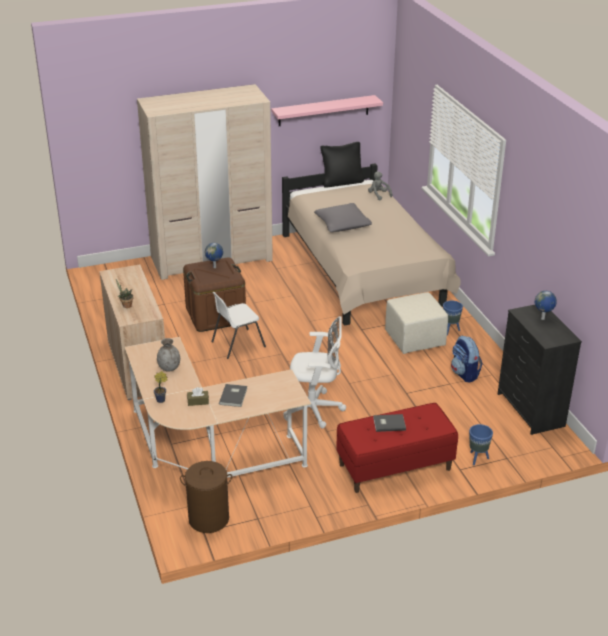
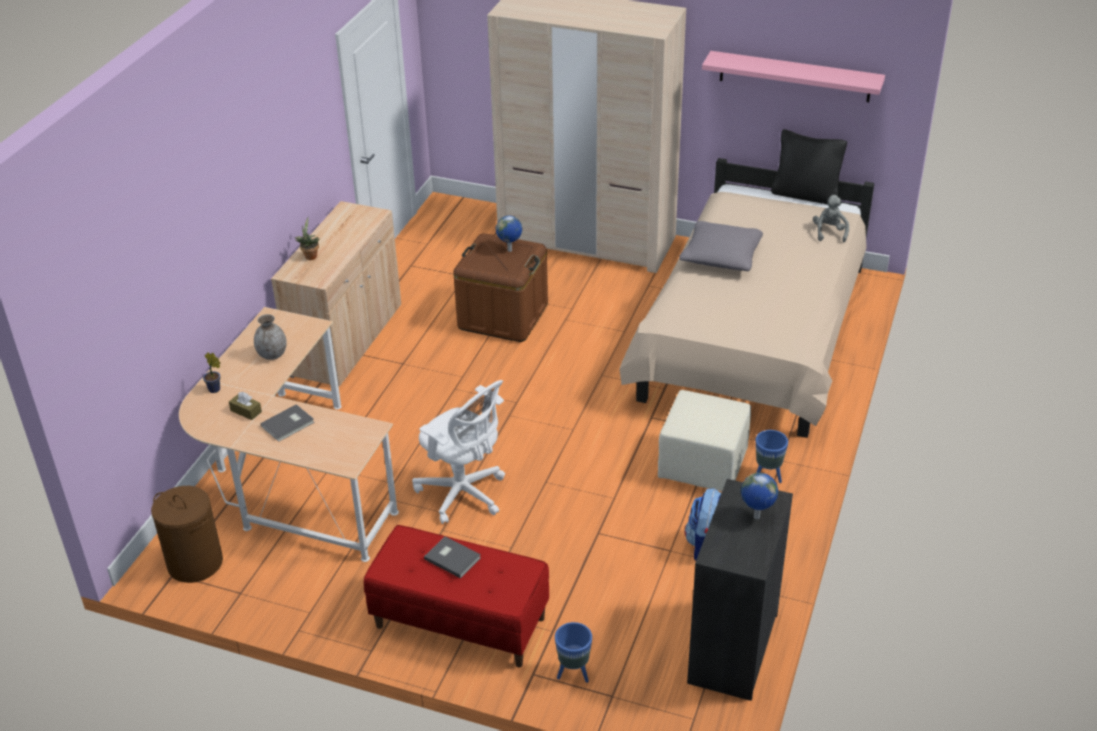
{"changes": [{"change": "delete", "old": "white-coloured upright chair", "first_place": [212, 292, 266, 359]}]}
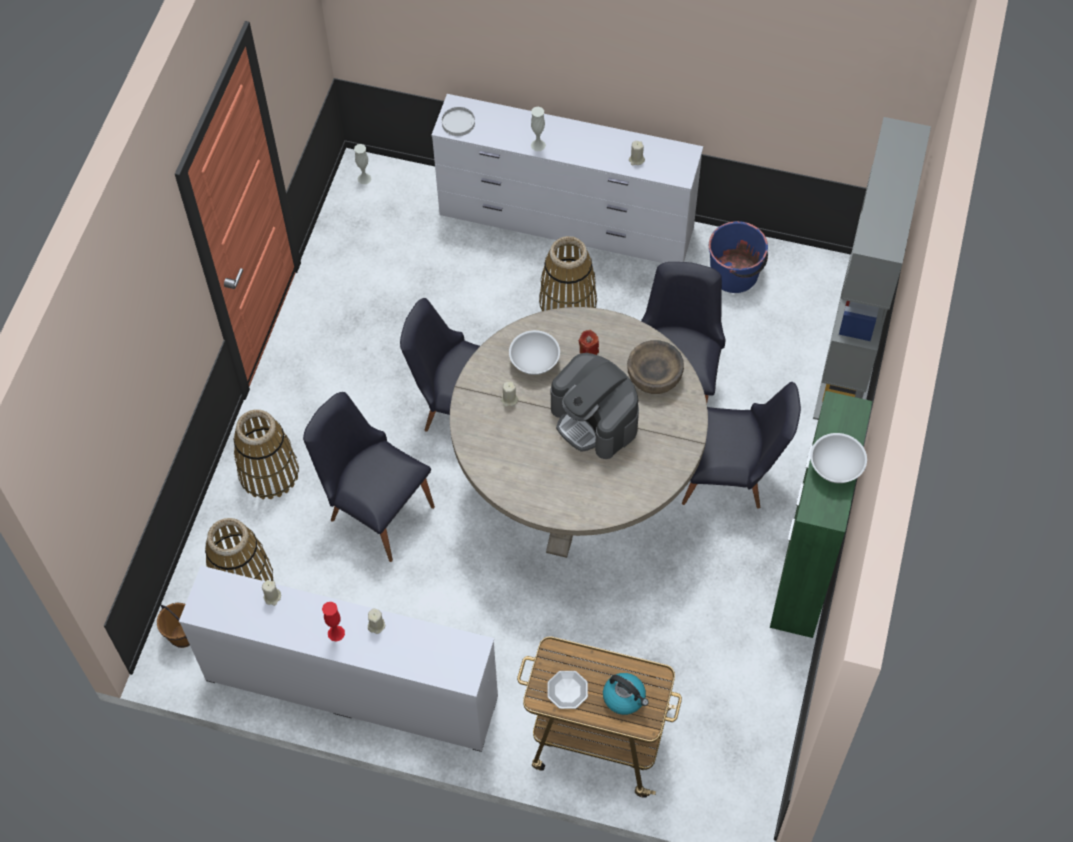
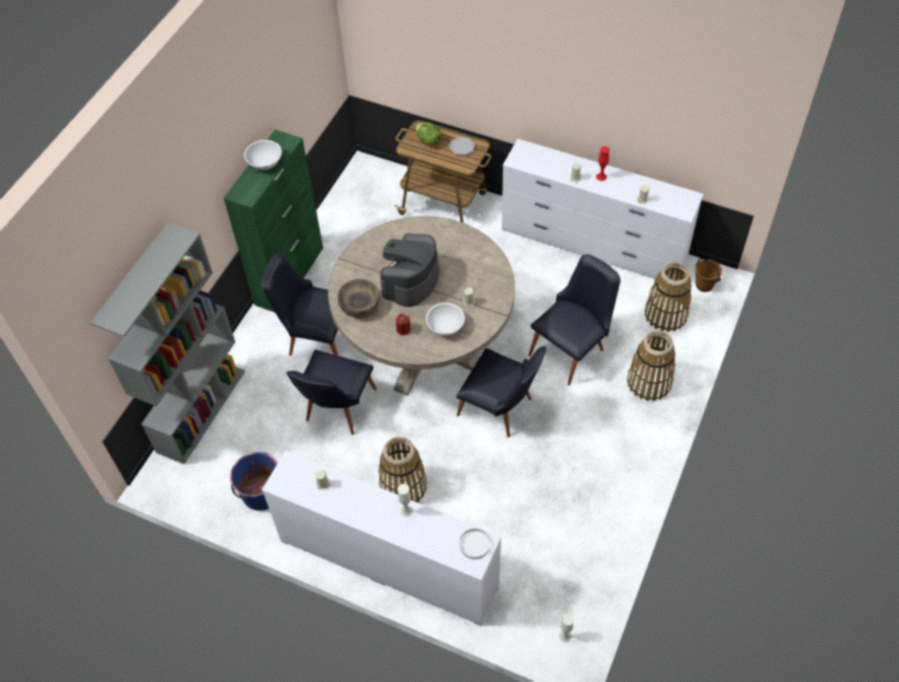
{"changes": [{"change": "rotate", "old": "coffee machine", "first_place": [551, 353, 639, 459], "second_place": [380, 233, 439, 307], "degrees": -120}, {"change": "replace", "old": "kettle", "new": "lettuce", "first_place": [603, 673, 649, 715], "second_place": [416, 122, 441, 146]}, {"change": "rotate", "old": "black-coloured upright chair", "first_place": [303, 392, 435, 562], "second_place": [528, 254, 621, 385], "degrees": -90}]}
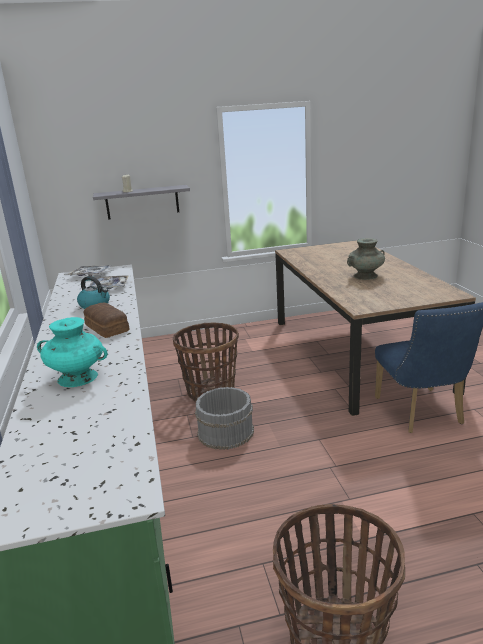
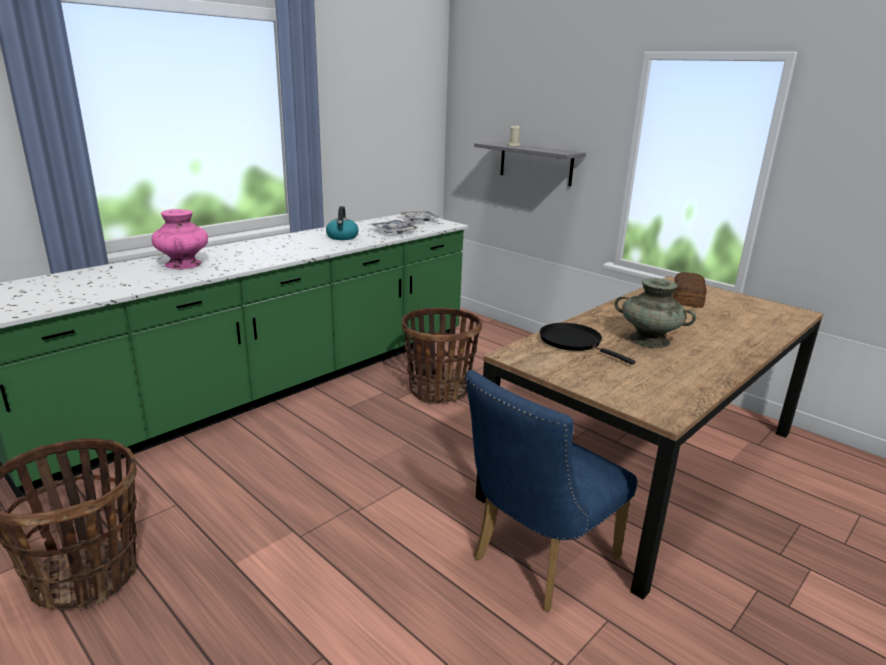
{"changes": [{"change": "recolor", "old": "turquoise-coloured vase", "new": "pink vase", "first_place": [37, 317, 108, 387], "second_place": [152, 209, 208, 269]}, {"change": "insert", "new": "black-coloured pan", "second_place": [540, 323, 636, 365]}, {"change": "move", "old": "bakery bread", "first_place": [83, 303, 130, 338], "second_place": [673, 272, 707, 308]}, {"change": "delete", "old": "greyish pail", "first_place": [195, 387, 254, 450]}]}
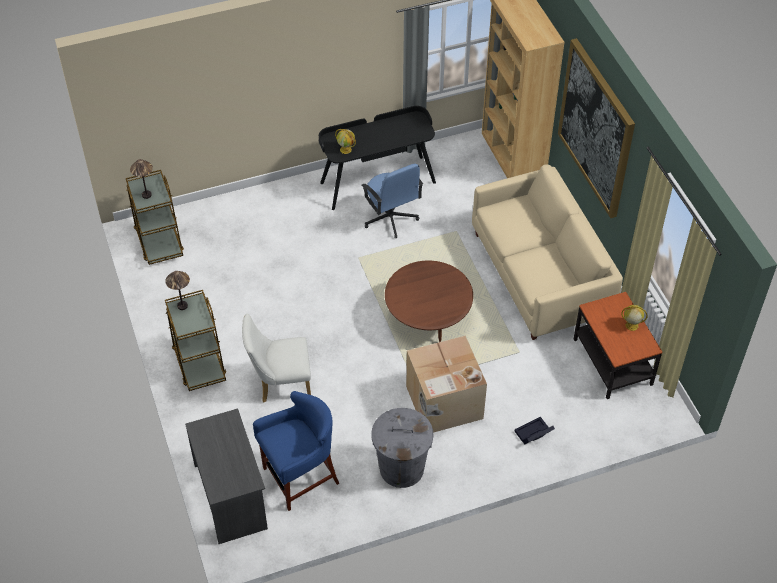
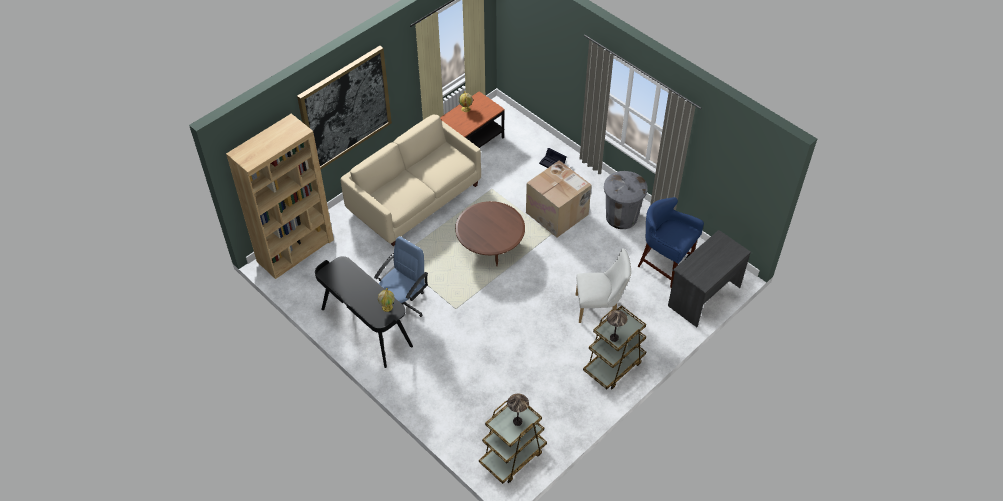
{"changes": [{"change": "rotate", "old": "white-coloured upright chair", "first_place": [242, 313, 311, 402], "second_place": [576, 248, 631, 323], "degrees": -60}]}
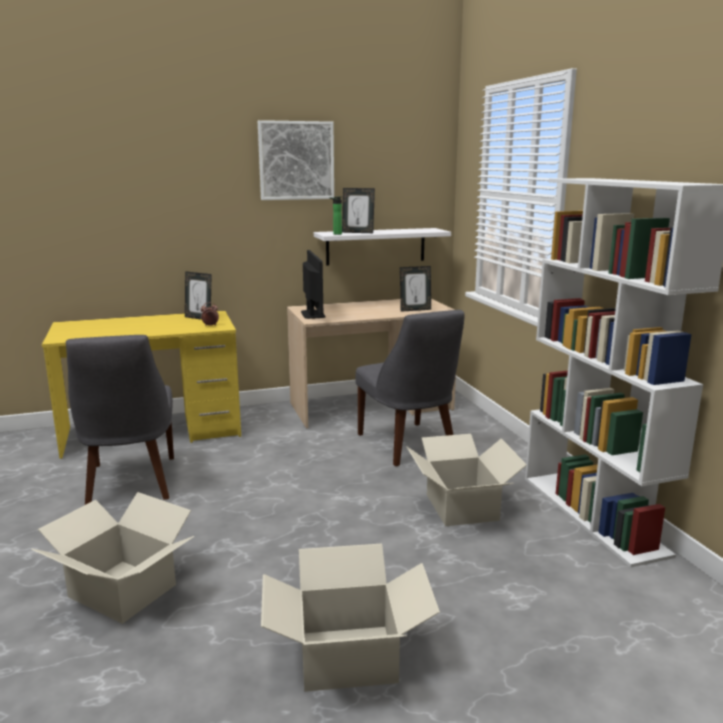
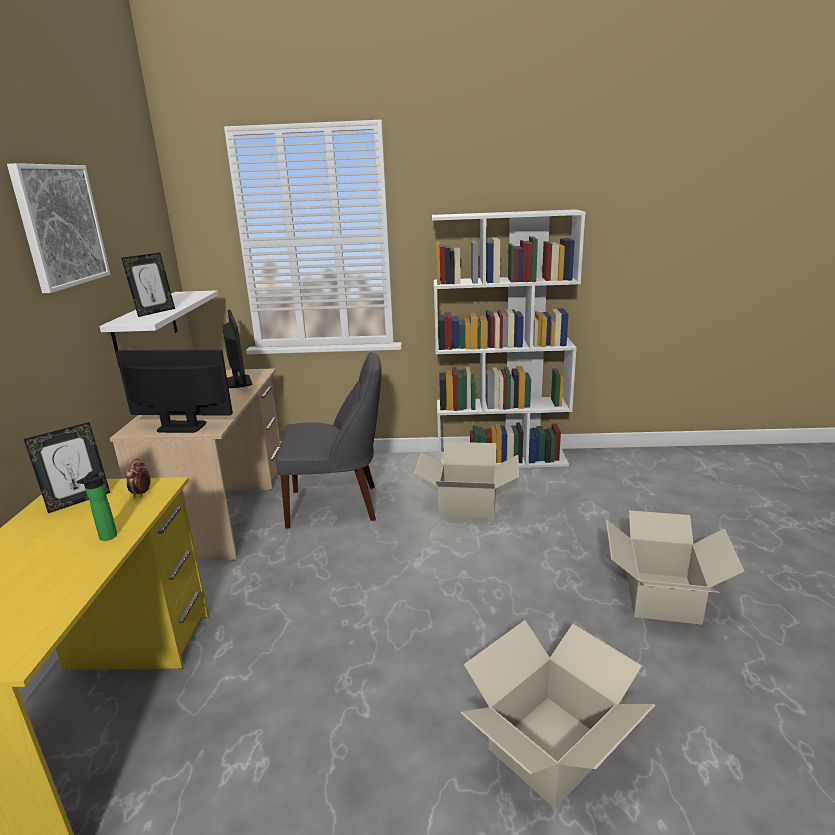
{"changes": [{"change": "move", "old": "beverage bottle", "first_place": [330, 197, 342, 235], "second_place": [76, 470, 117, 541]}, {"change": "replace", "old": "picture frame", "new": "monitor", "first_place": [400, 266, 431, 312], "second_place": [222, 310, 252, 388]}, {"change": "delete", "old": "greyish upright chair", "first_place": [66, 335, 174, 505]}]}
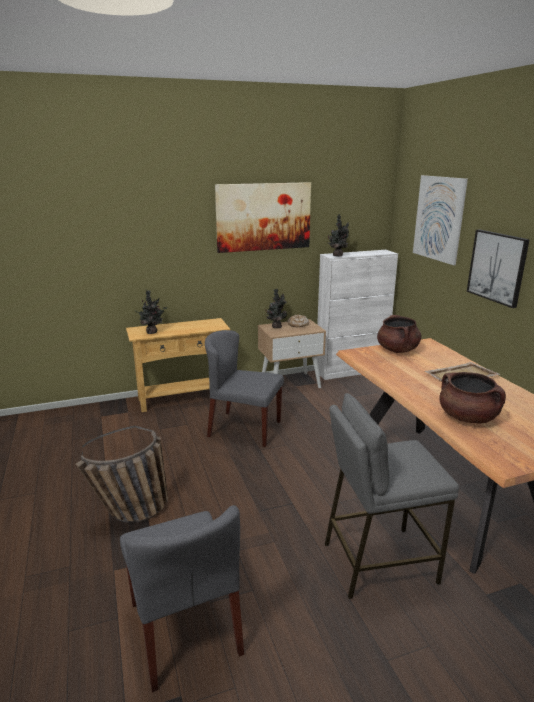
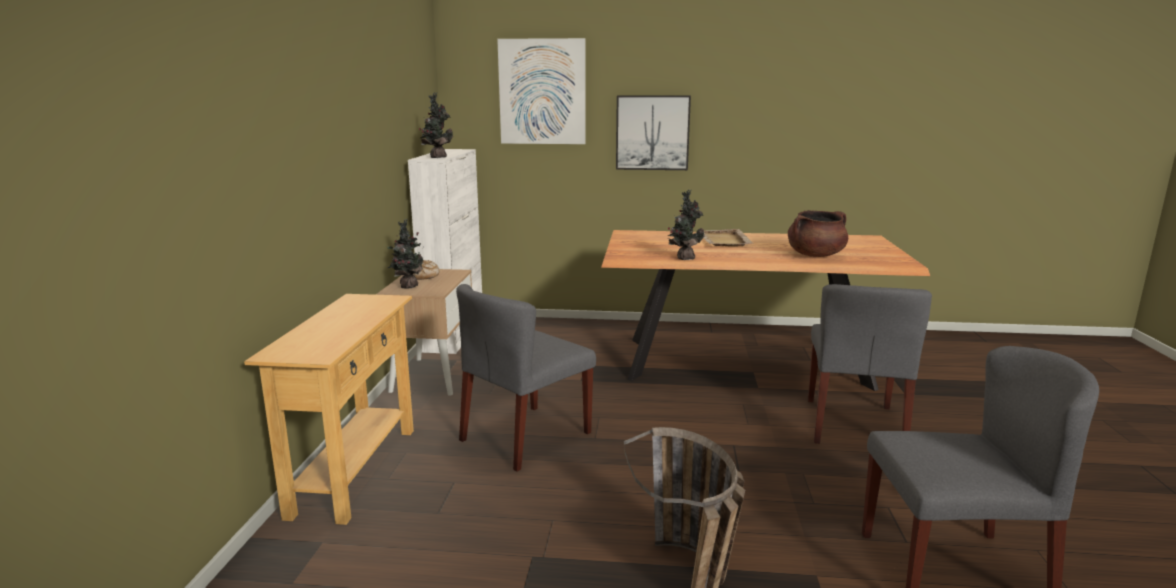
{"changes": [{"change": "move", "old": "plant in a pot", "first_place": [134, 290, 167, 334], "second_place": [668, 190, 705, 260]}, {"change": "replace", "old": "greyish stool", "new": "greyish upright chair", "first_place": [325, 393, 459, 599], "second_place": [808, 284, 932, 444]}, {"change": "delete", "old": "wall art", "first_place": [215, 182, 311, 253]}, {"change": "delete", "old": "brownish cooking pot", "first_place": [377, 315, 421, 353]}]}
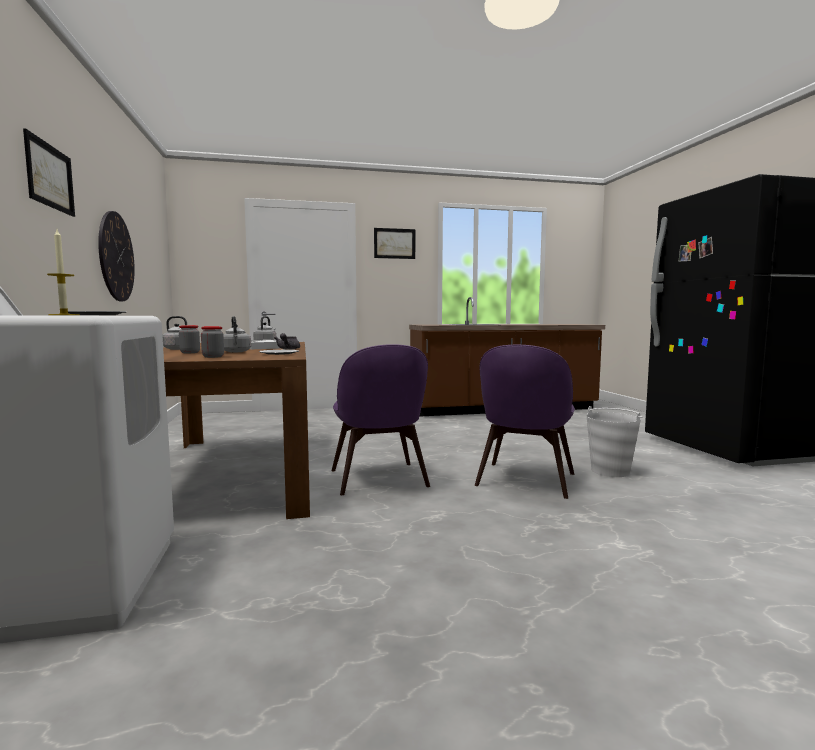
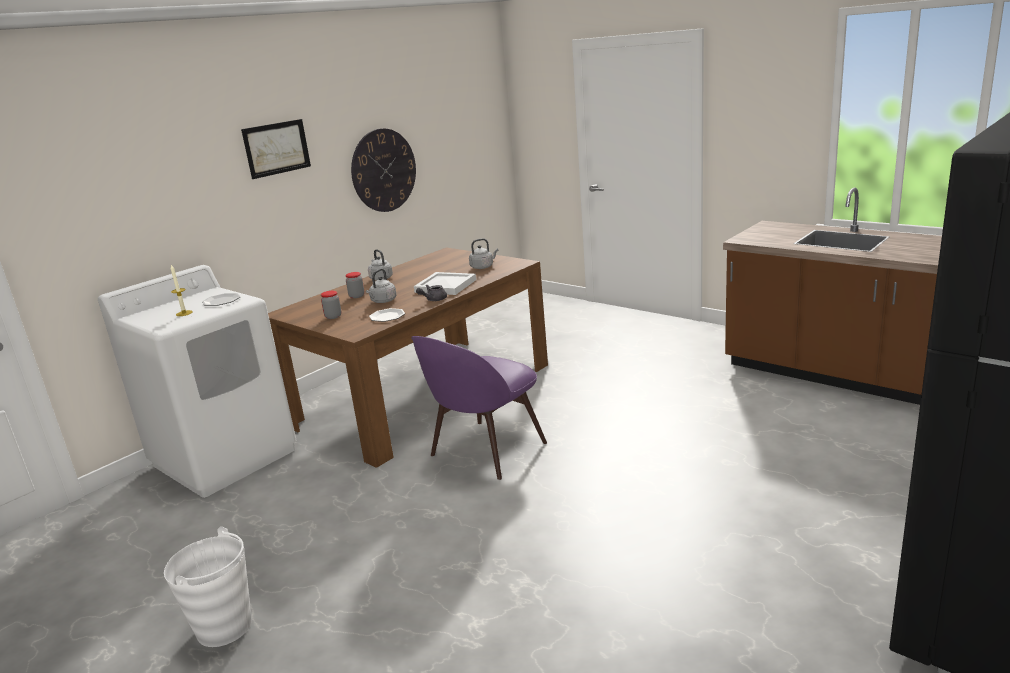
{"changes": [{"change": "move", "old": "white-coloured pail", "first_place": [587, 406, 642, 477], "second_place": [164, 527, 252, 647]}, {"change": "delete", "old": "wall art", "first_place": [374, 228, 415, 259]}, {"change": "delete", "old": "purplish upright chair", "first_place": [474, 345, 575, 499]}]}
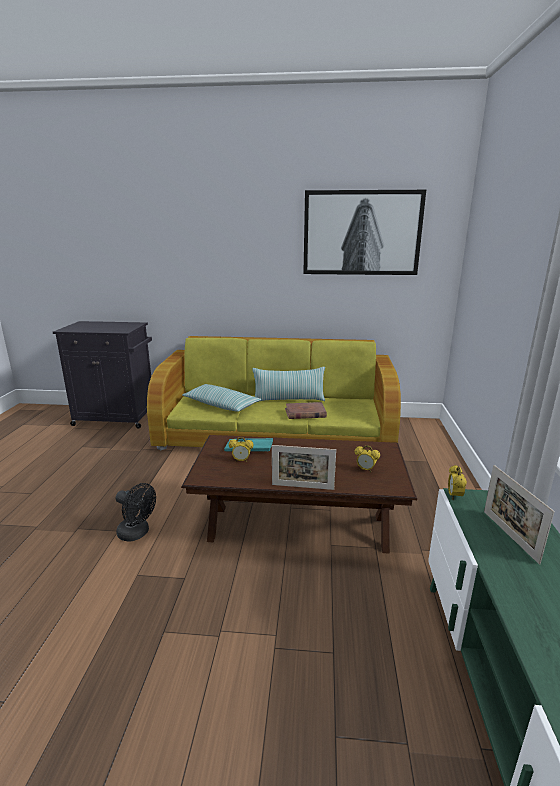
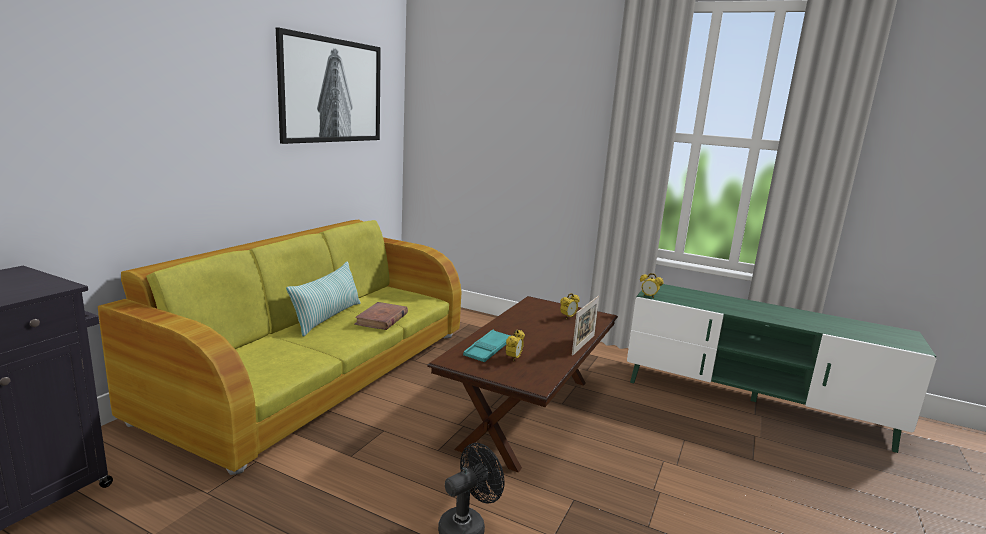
{"changes": [{"change": "delete", "old": "pillow", "first_place": [182, 384, 261, 412]}, {"change": "delete", "old": "picture frame", "first_place": [484, 465, 555, 564]}]}
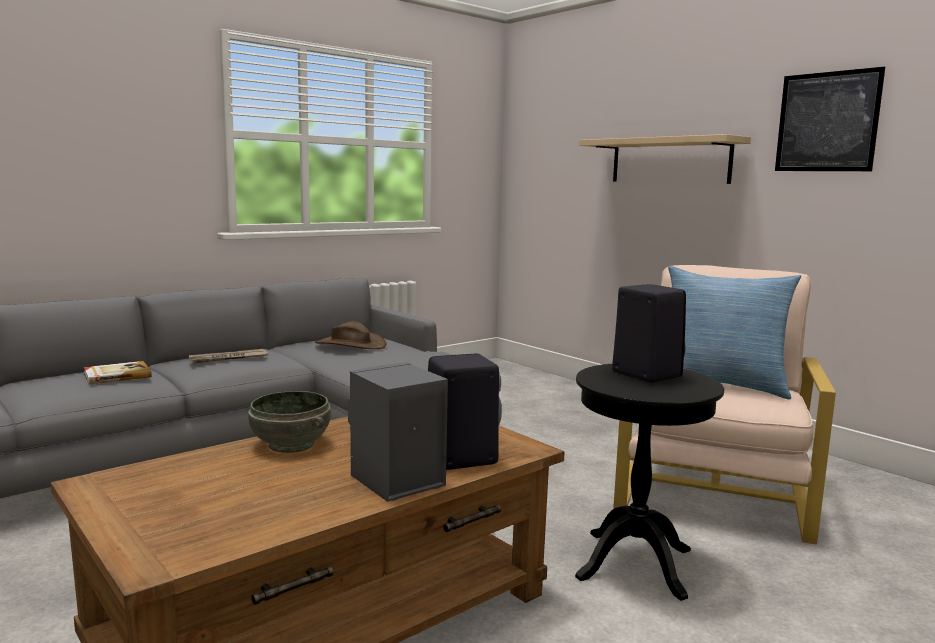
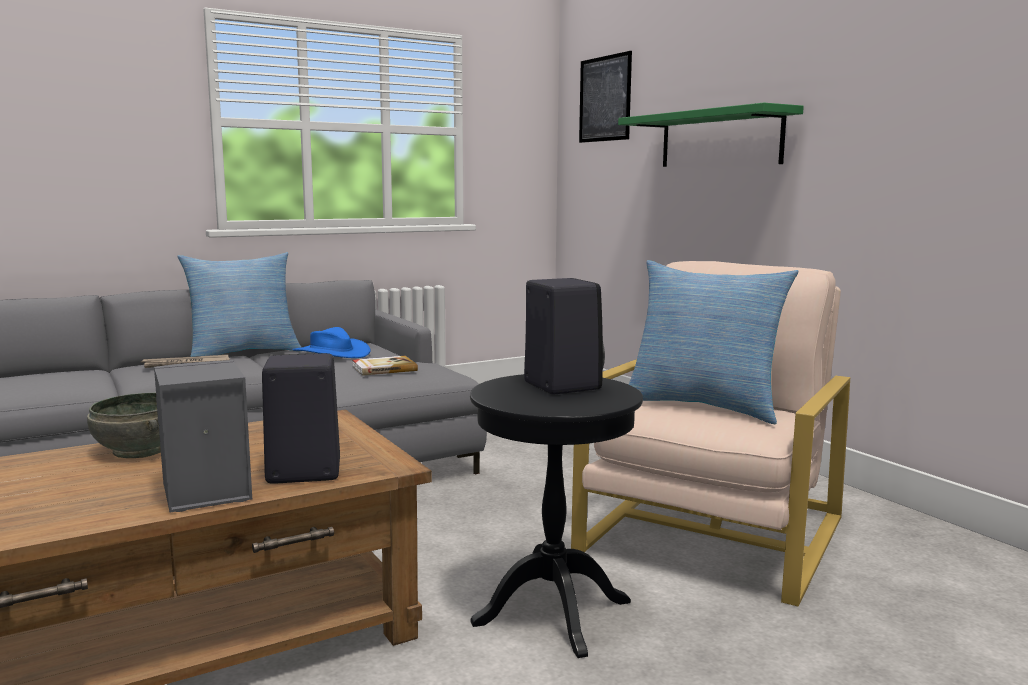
{"changes": [{"change": "insert", "new": "pillow", "second_place": [177, 252, 302, 357]}, {"change": "recolor", "old": "brownish hat", "new": "blue hat", "first_place": [315, 321, 386, 349], "second_place": [292, 327, 371, 358]}, {"change": "move", "old": "book", "first_place": [84, 361, 152, 385], "second_place": [352, 356, 418, 376]}, {"change": "move", "old": "wall art", "first_place": [775, 67, 885, 171], "second_place": [579, 51, 632, 143]}, {"change": "recolor", "old": "beige-coloured shelf", "new": "green shelf", "first_place": [579, 134, 751, 184], "second_place": [618, 103, 804, 167]}]}
